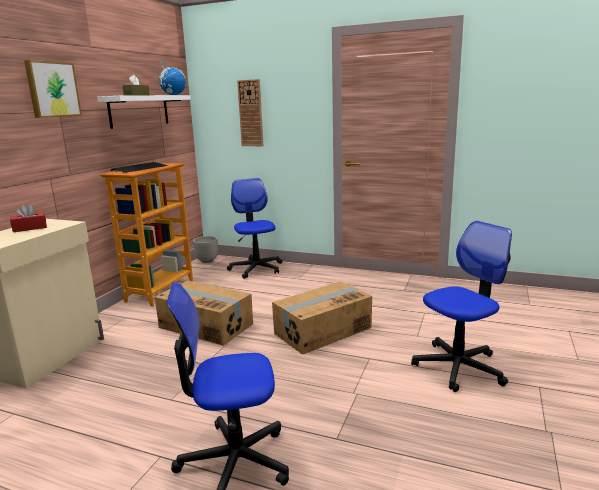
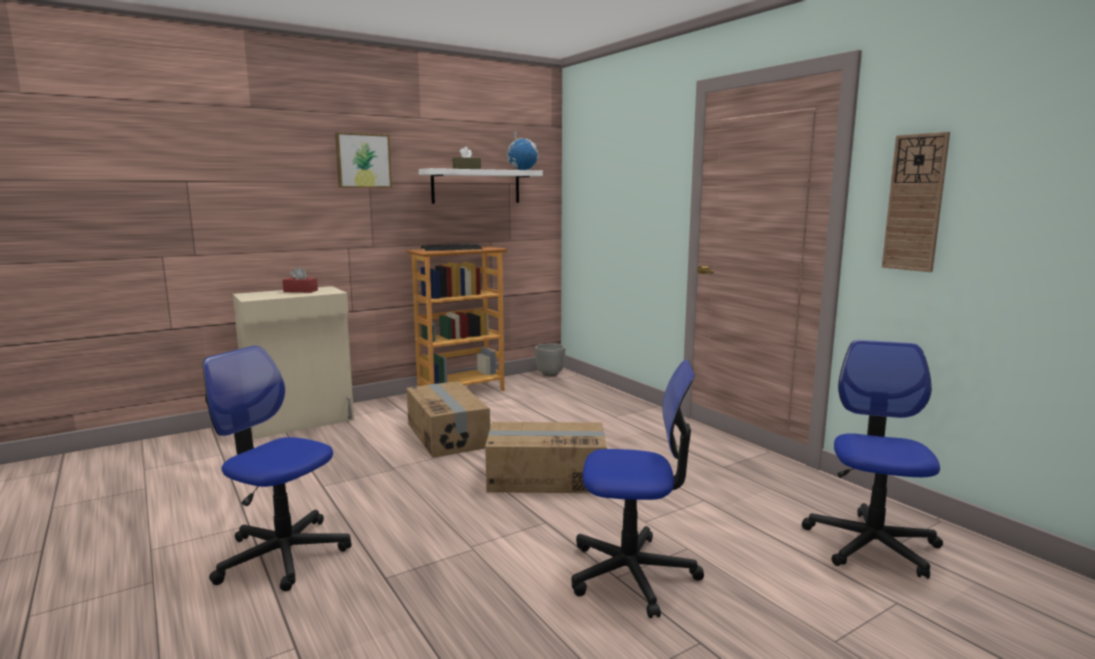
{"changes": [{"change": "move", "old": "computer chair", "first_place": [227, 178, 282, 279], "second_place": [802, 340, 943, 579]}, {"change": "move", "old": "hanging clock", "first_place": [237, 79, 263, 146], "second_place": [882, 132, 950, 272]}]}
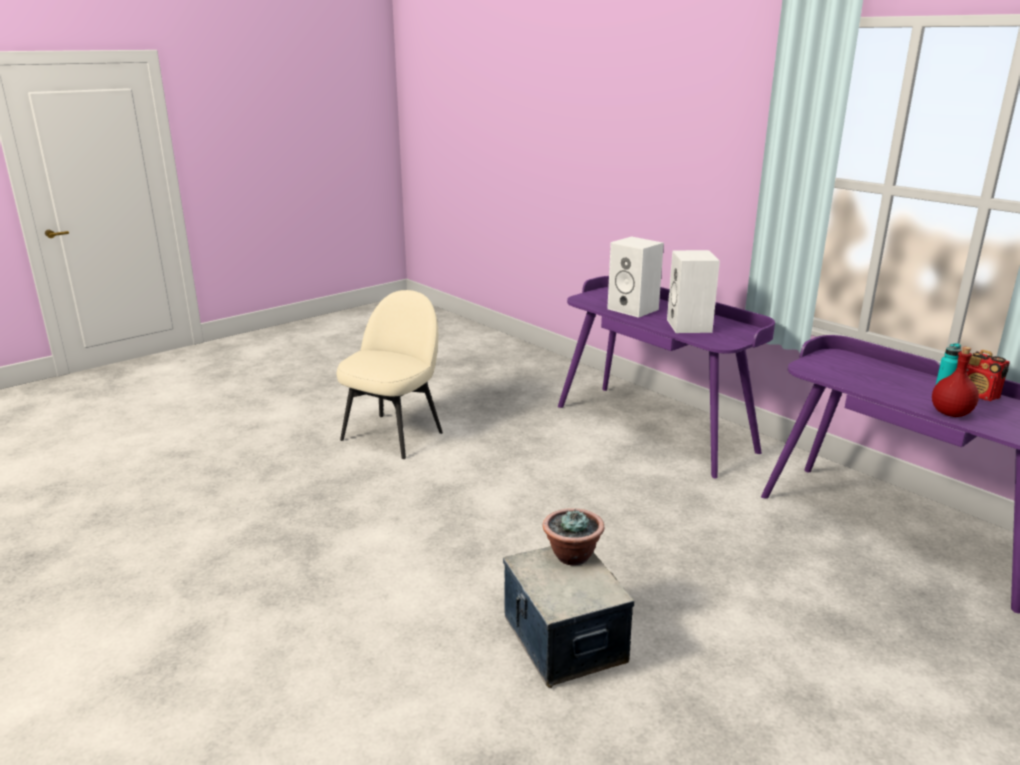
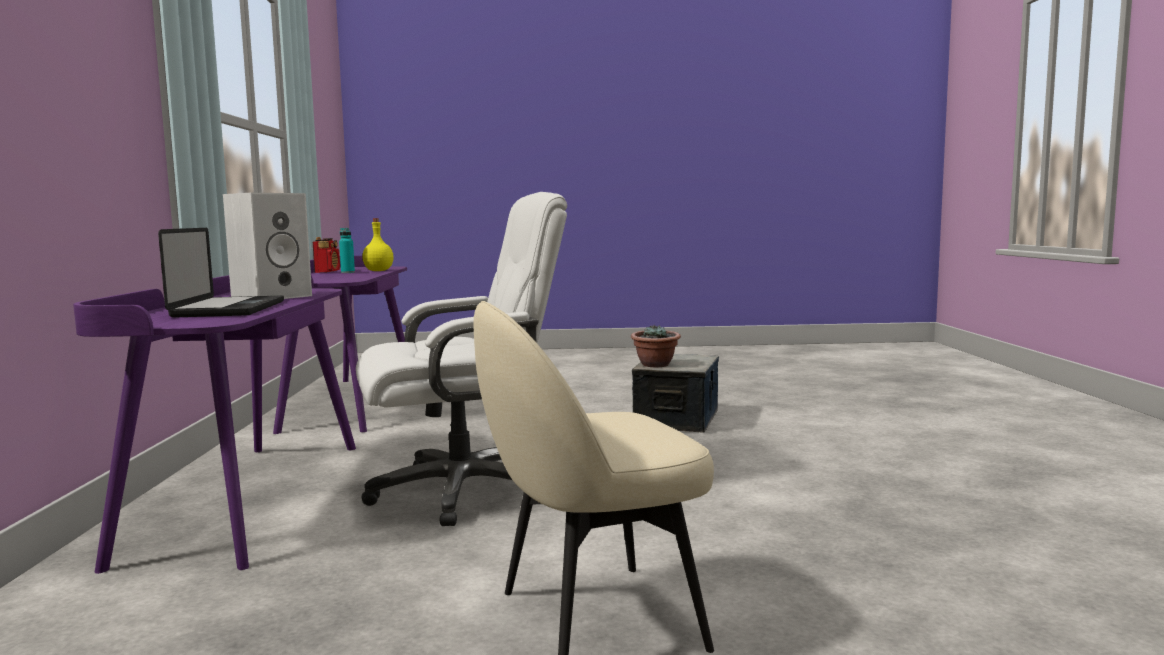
{"changes": [{"change": "replace", "old": "white-coloured loudspeaker", "new": "laptop", "first_place": [607, 237, 664, 318], "second_place": [158, 228, 284, 318]}, {"change": "insert", "new": "white-coloured computer chair", "second_place": [356, 192, 567, 526]}, {"change": "recolor", "old": "red beverage bottle", "new": "yellow-coloured beverage bottle", "first_place": [932, 347, 979, 417], "second_place": [362, 218, 394, 271]}]}
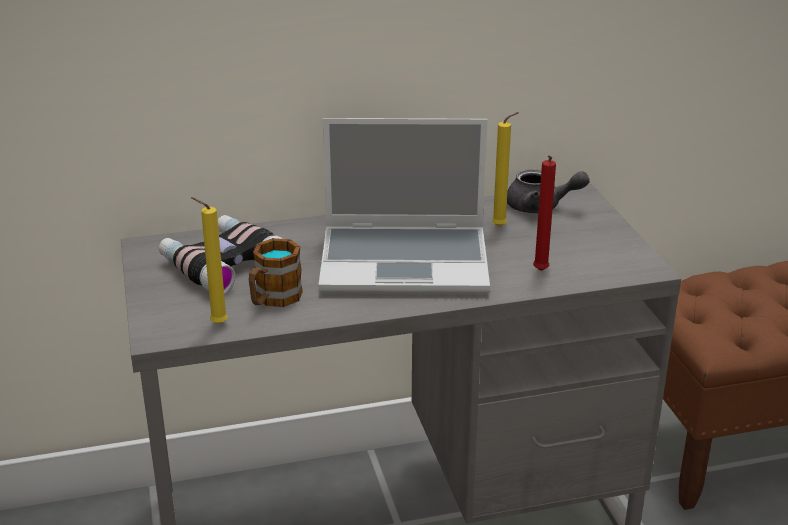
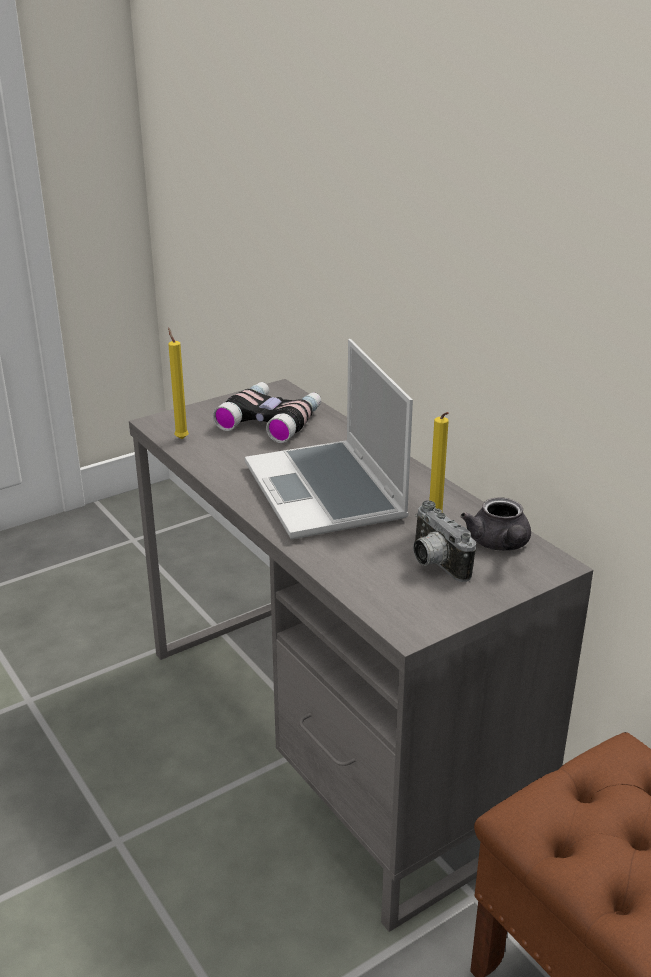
{"changes": [{"change": "insert", "new": "photo camera", "second_place": [413, 500, 476, 582]}, {"change": "delete", "old": "tea mug", "first_place": [249, 238, 303, 307]}, {"change": "delete", "old": "red wax light", "first_place": [533, 155, 556, 271]}]}
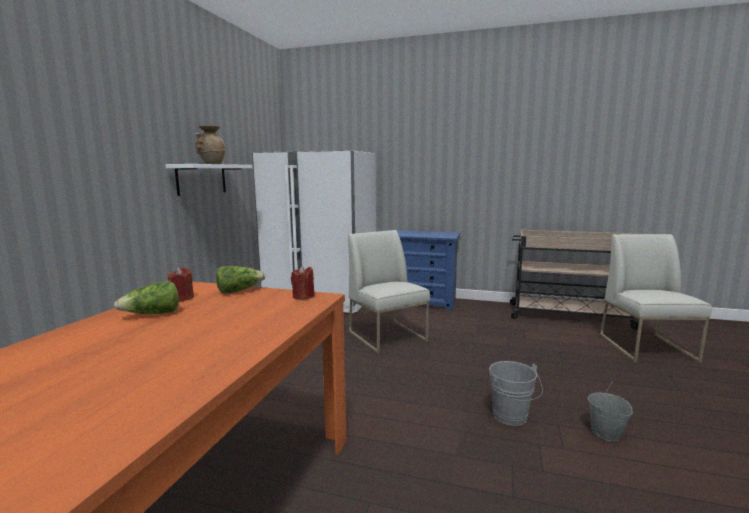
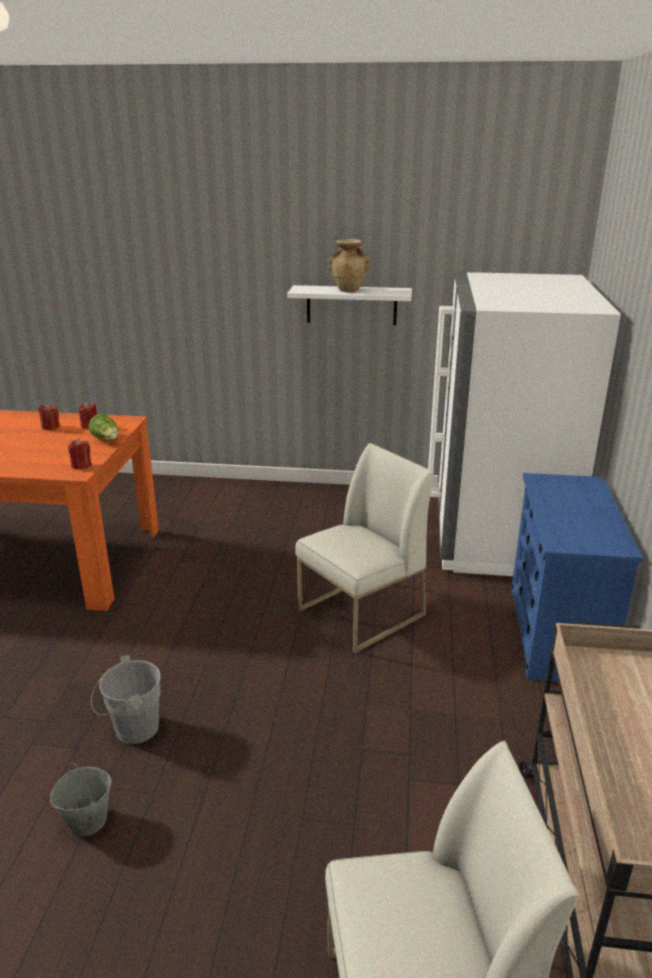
{"changes": [{"change": "replace", "old": "lettuce", "new": "red wax light", "first_place": [114, 281, 179, 314], "second_place": [38, 403, 60, 430]}]}
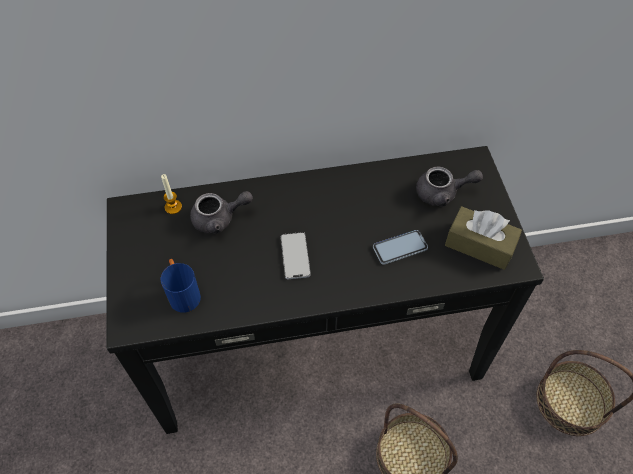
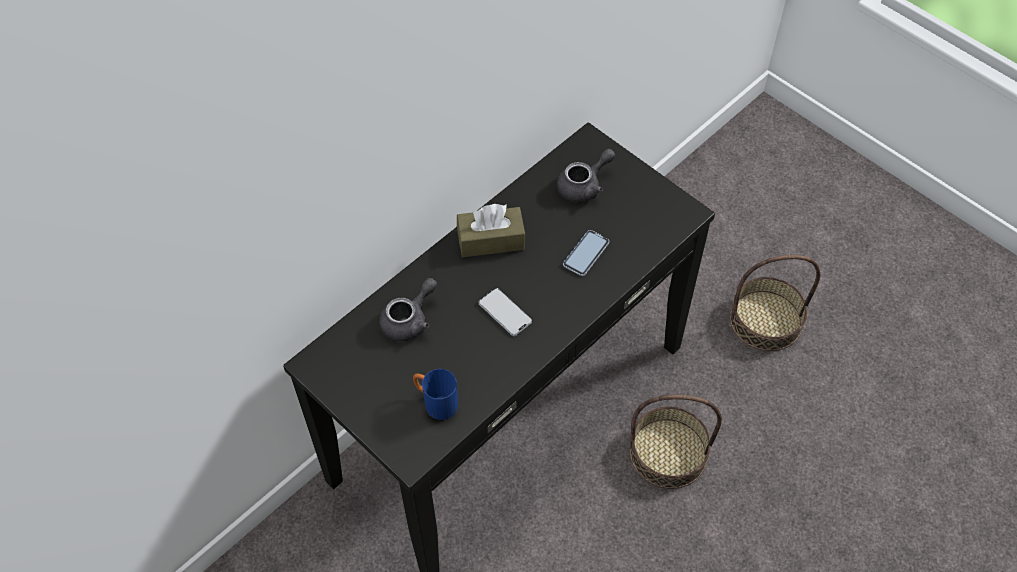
{"changes": [{"change": "move", "old": "brownish box of tissues", "first_place": [445, 206, 522, 270], "second_place": [457, 204, 525, 257]}, {"change": "delete", "old": "wax light", "first_place": [161, 174, 182, 214]}]}
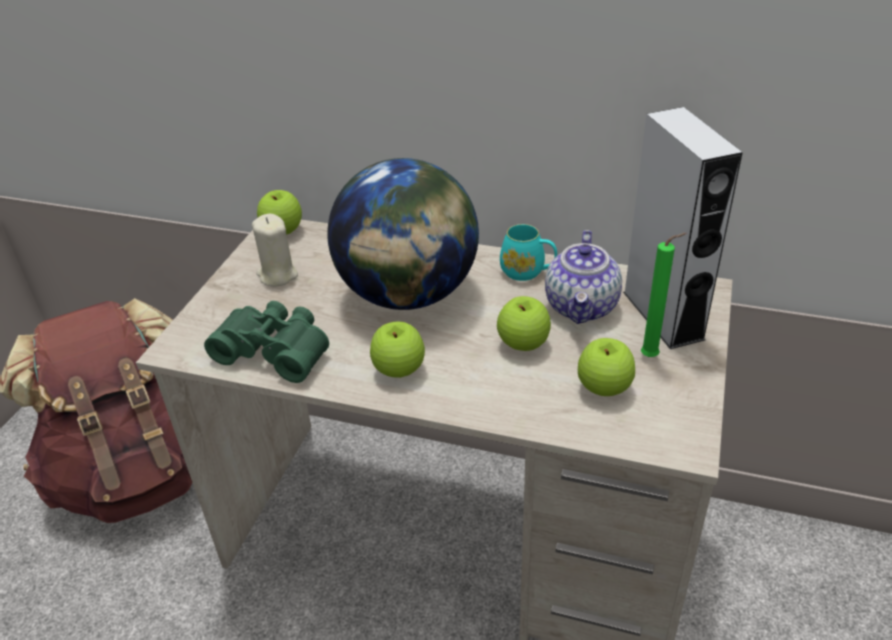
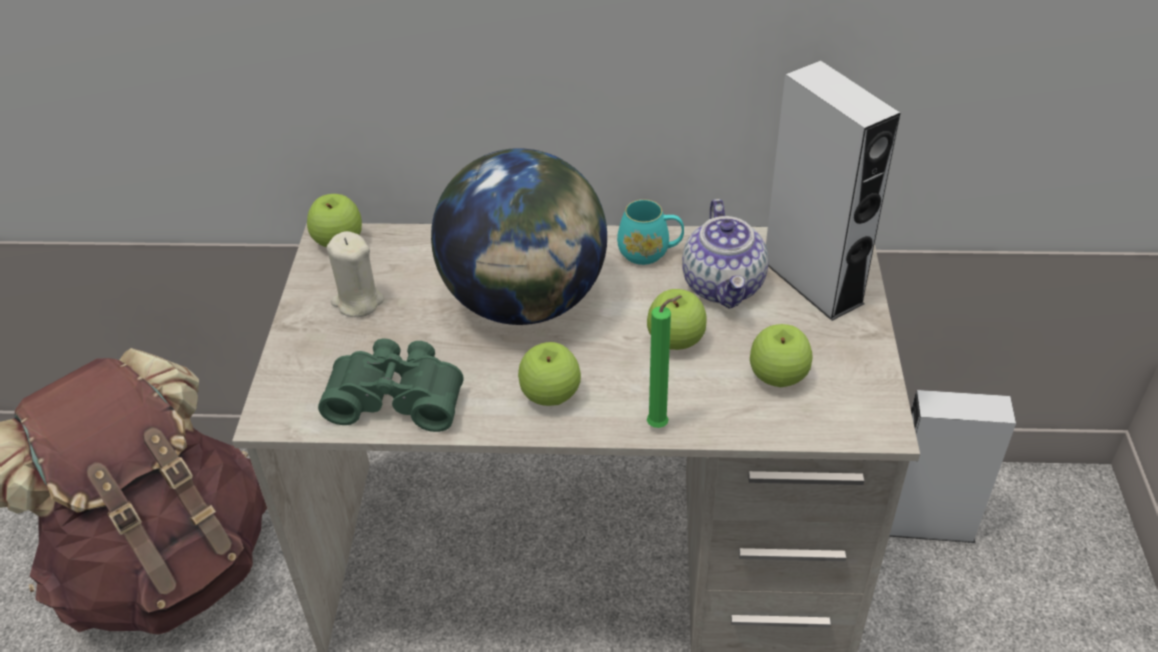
{"changes": [{"change": "move", "old": "green wax light", "first_place": [641, 233, 687, 357], "second_place": [647, 296, 682, 428]}, {"change": "insert", "new": "greyish loudspeaker", "second_place": [889, 390, 1016, 543]}]}
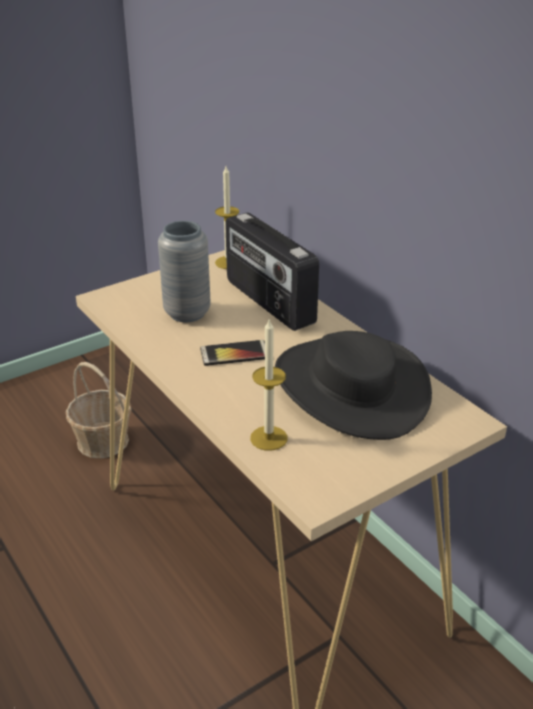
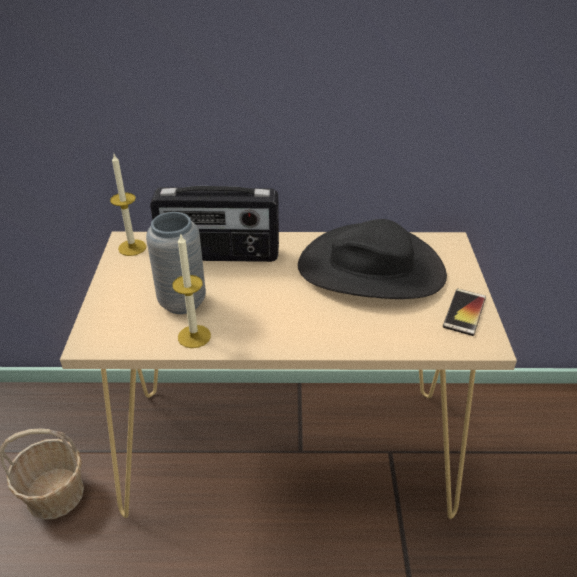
{"changes": [{"change": "move", "old": "wax light", "first_place": [250, 320, 288, 451], "second_place": [172, 233, 211, 348]}, {"change": "move", "old": "phone", "first_place": [200, 340, 265, 366], "second_place": [443, 289, 486, 336]}]}
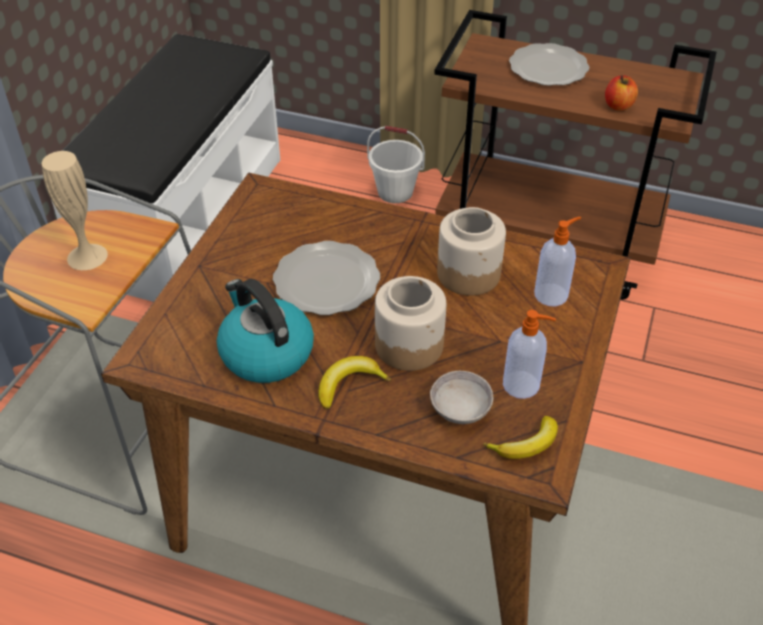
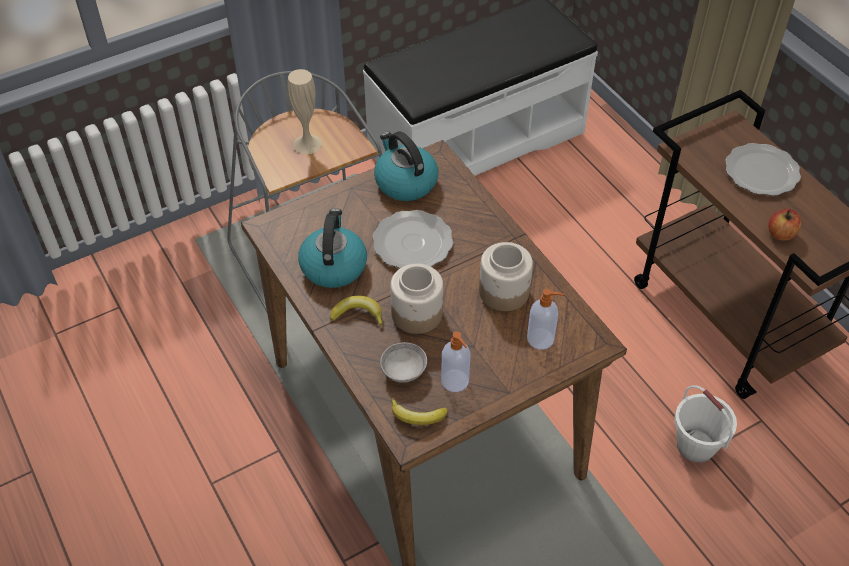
{"changes": [{"change": "insert", "new": "kettle", "second_place": [374, 131, 438, 201]}, {"change": "move", "old": "white-coloured pail", "first_place": [367, 126, 425, 203], "second_place": [674, 385, 737, 462]}]}
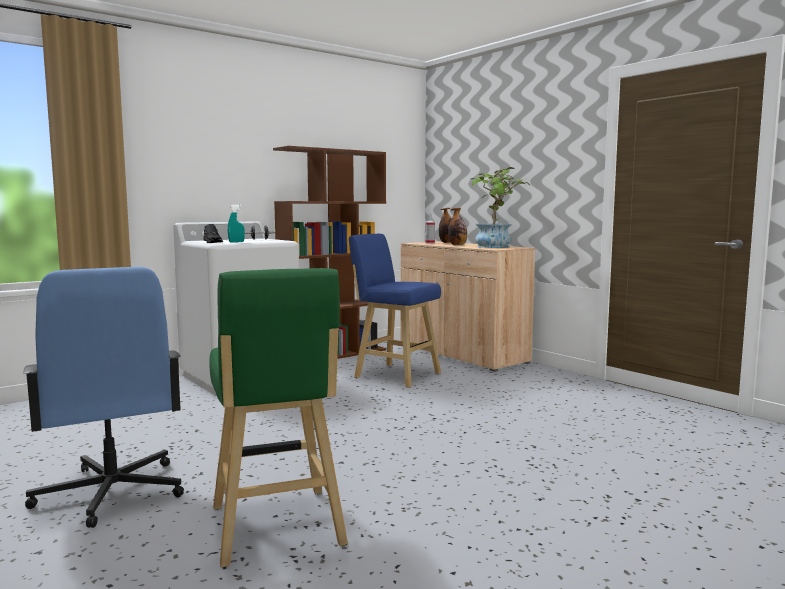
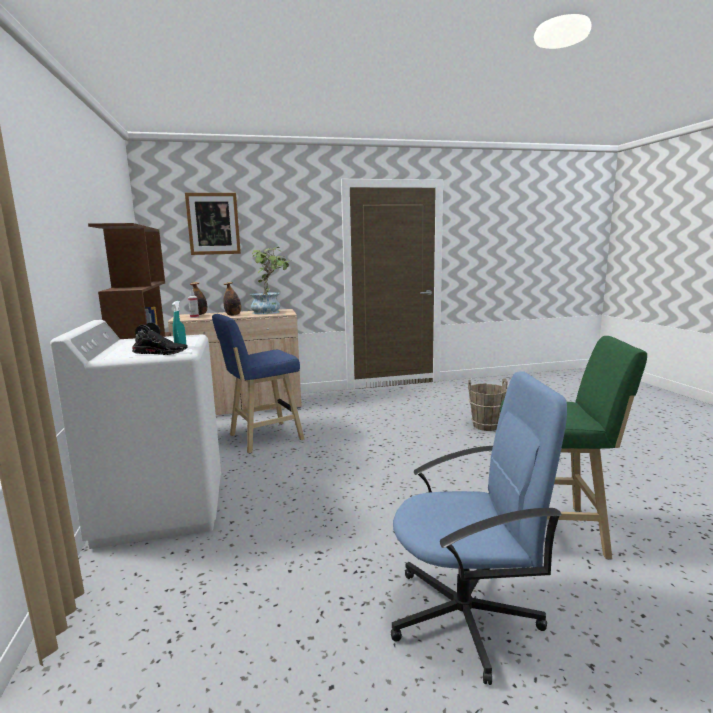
{"changes": [{"change": "insert", "new": "wall art", "second_place": [185, 193, 241, 255]}, {"change": "insert", "new": "brownish pail", "second_place": [468, 378, 508, 431]}]}
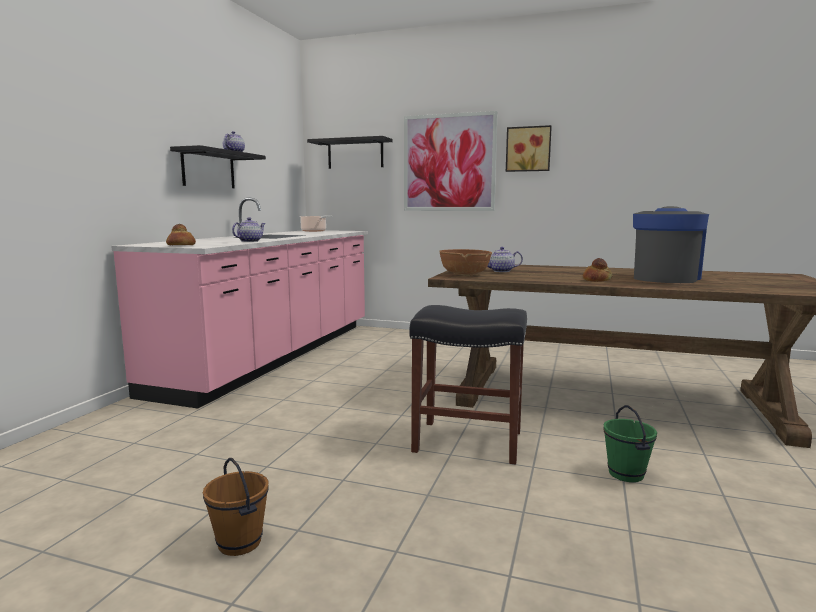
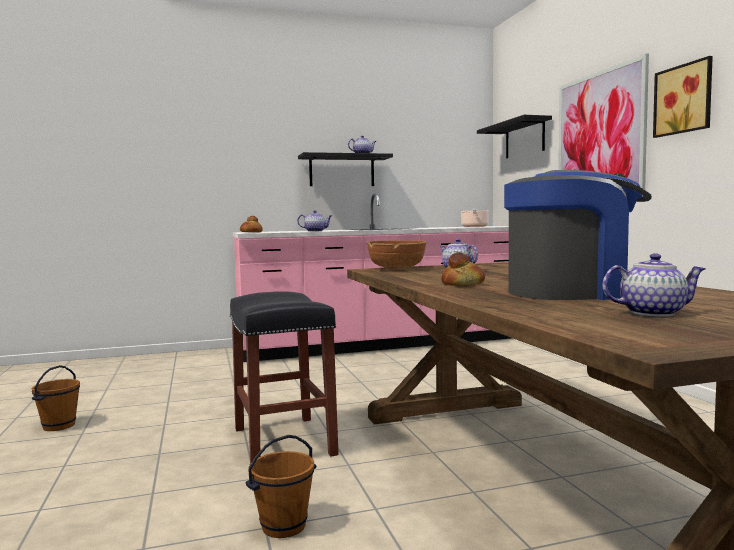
{"changes": [{"change": "recolor", "old": "green pail", "new": "brownish pail", "first_place": [603, 405, 657, 482], "second_place": [246, 435, 316, 538]}, {"change": "insert", "new": "pot for tea", "second_place": [603, 253, 705, 317]}]}
